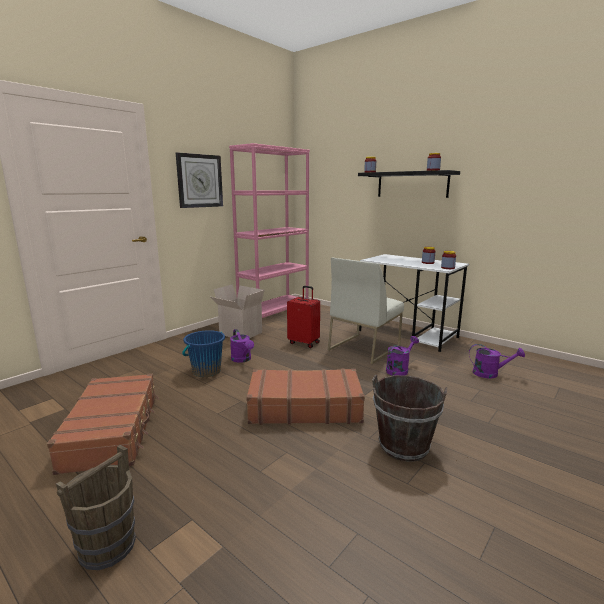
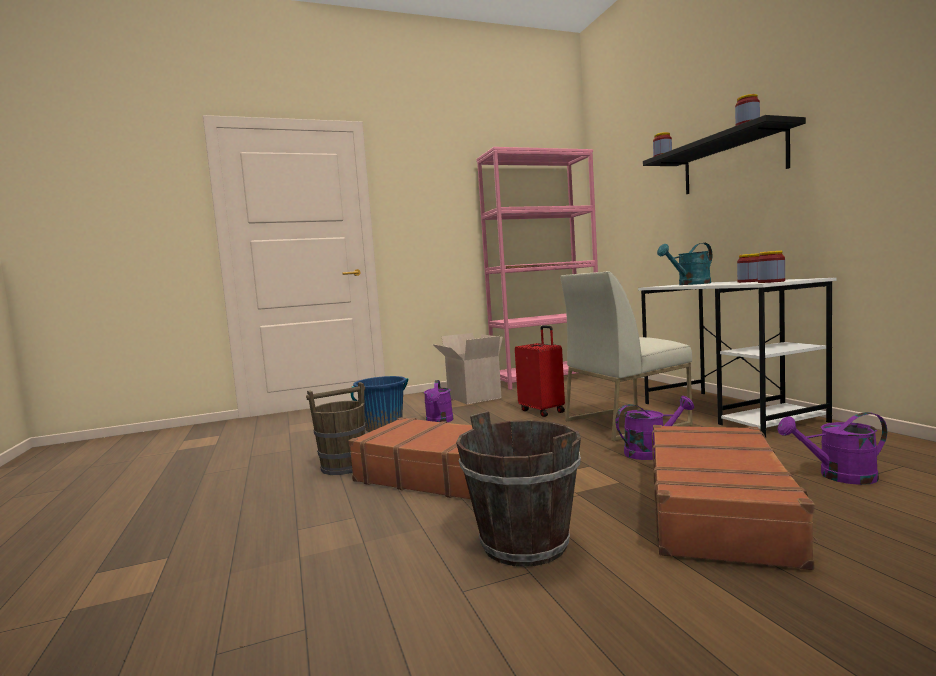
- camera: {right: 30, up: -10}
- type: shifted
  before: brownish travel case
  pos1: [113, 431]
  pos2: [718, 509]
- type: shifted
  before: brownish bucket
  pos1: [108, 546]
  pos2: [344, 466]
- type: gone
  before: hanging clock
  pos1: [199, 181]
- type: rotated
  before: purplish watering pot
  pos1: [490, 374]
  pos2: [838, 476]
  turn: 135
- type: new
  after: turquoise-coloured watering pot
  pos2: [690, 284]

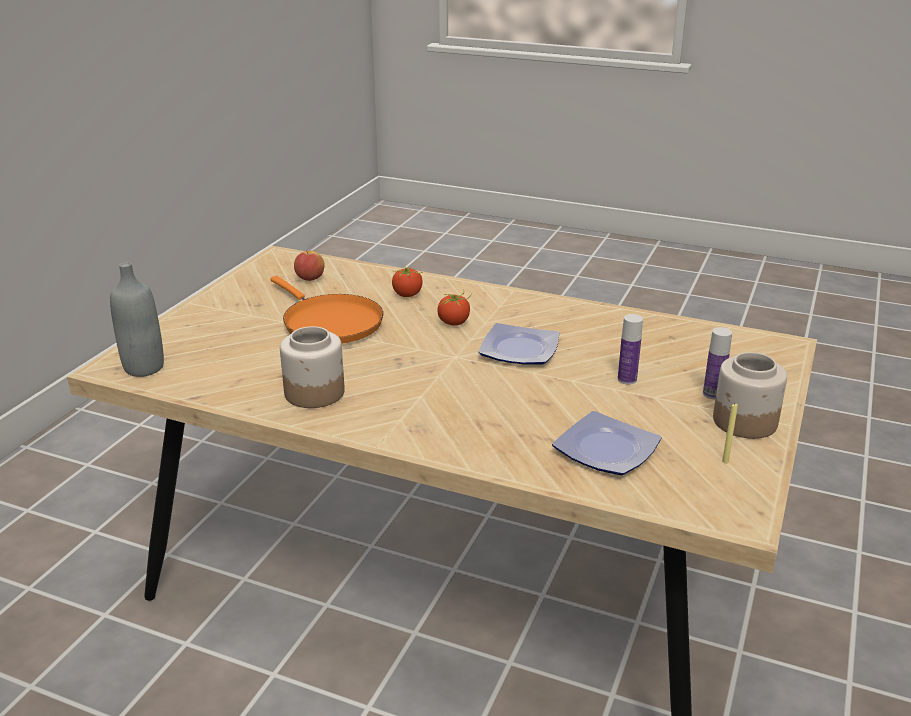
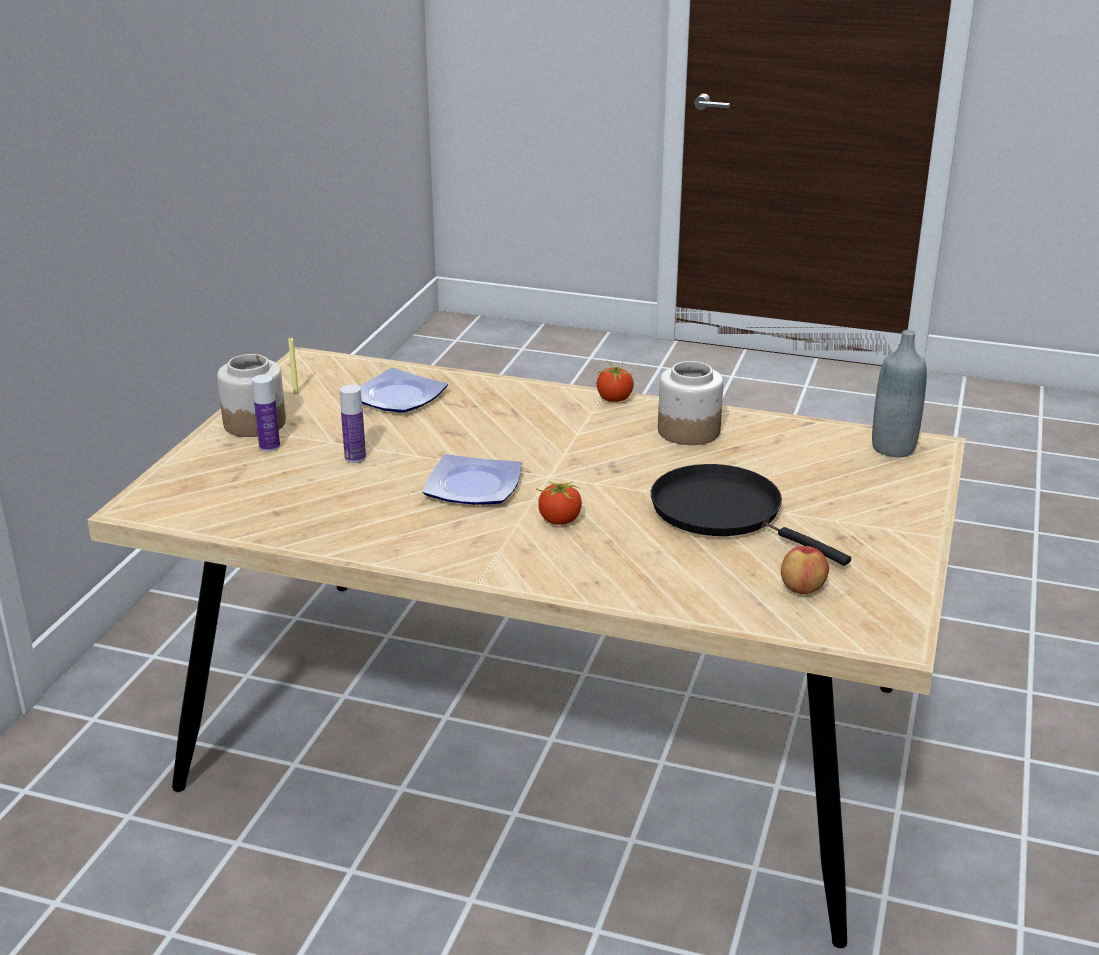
- camera: {right: 175, up: 0}
- type: repainted
  before: orange-coloured frying pan
  after: black frying pan
  pos1: [329, 323]
  pos2: [724, 512]
- type: shifted
  before: fresh tomato
  pos1: [407, 295]
  pos2: [614, 399]

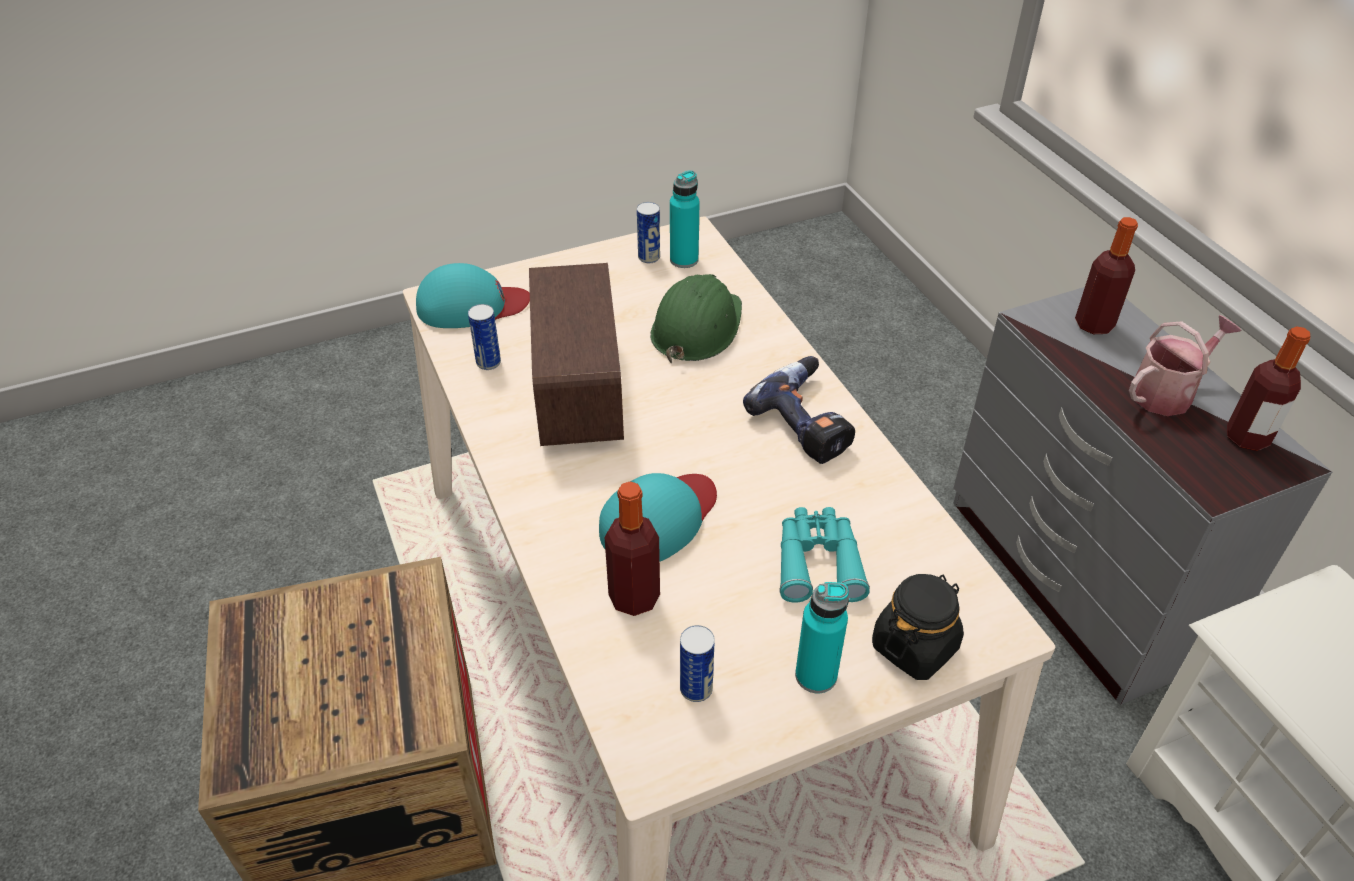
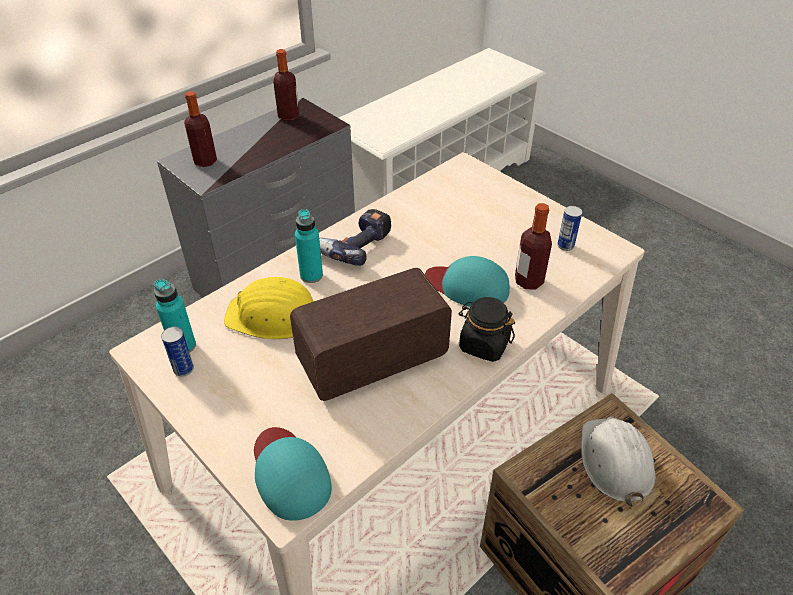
- camera: {right: -110, up: 0}
- type: gone
  before: can
  pos1: [488, 363]
- type: repainted
  before: green-coloured work helmet
  after: yellow work helmet
  pos1: [696, 327]
  pos2: [273, 316]
- type: gone
  before: turquoise-coloured field glasses
  pos1: [818, 561]
- type: shifted
  before: turquoise-coloured drink bottle
  pos1: [816, 675]
  pos2: [311, 275]
- type: shifted
  before: black storage jar
  pos1: [914, 646]
  pos2: [483, 344]
- type: gone
  before: watering pot
  pos1: [1167, 392]
- type: new
  after: white work helmet
  pos2: [615, 461]

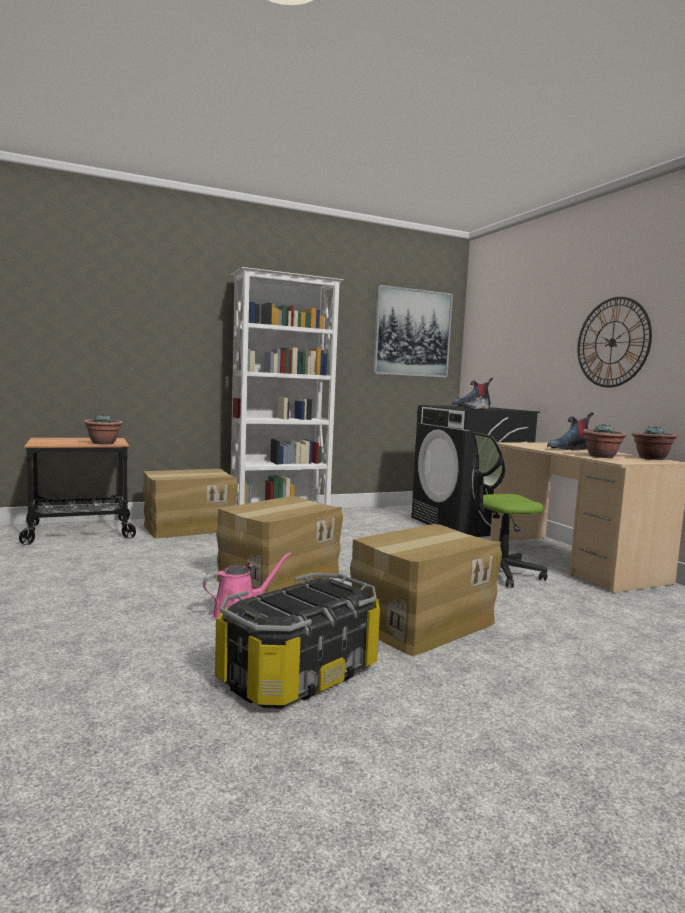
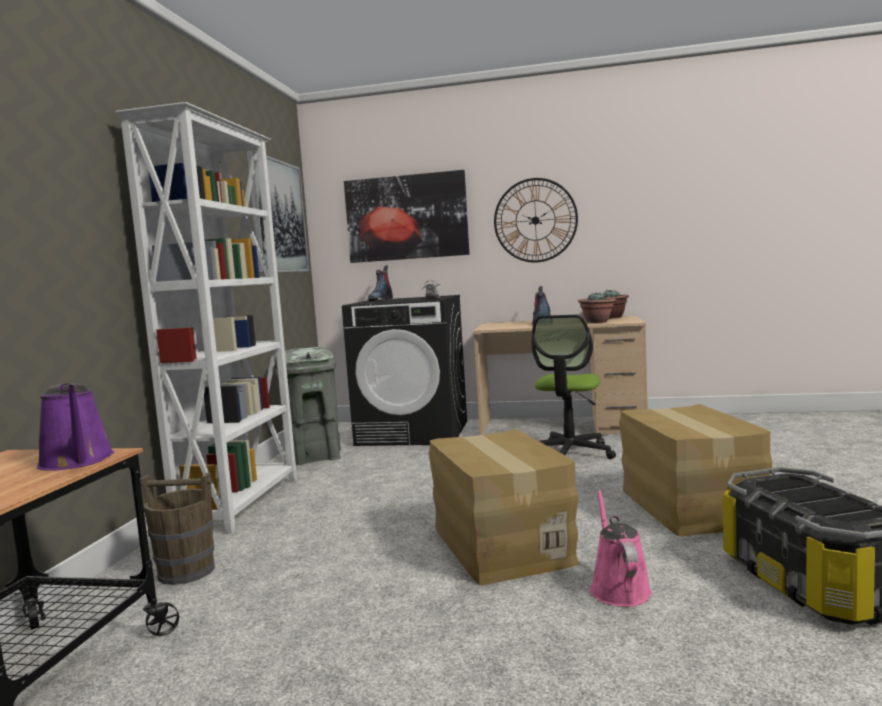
- camera: {right: -55, up: 0}
- type: swapped
  before: potted plant
  after: purplish watering pot
  pos1: [103, 443]
  pos2: [77, 461]
- type: swapped
  before: carton
  after: brownish bucket
  pos1: [189, 527]
  pos2: [186, 571]
- type: new
  after: greyish waste bin
  pos2: [315, 457]
- type: new
  after: wall art
  pos2: [406, 217]

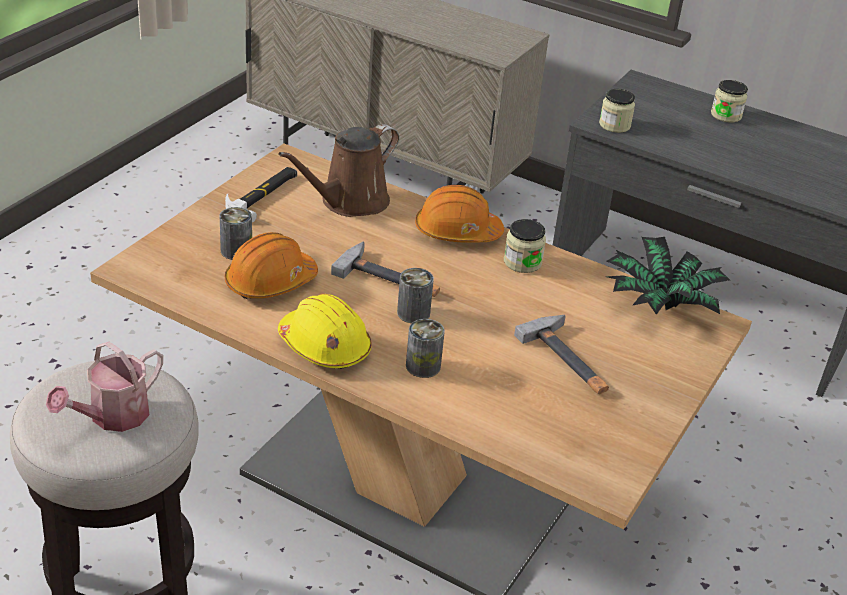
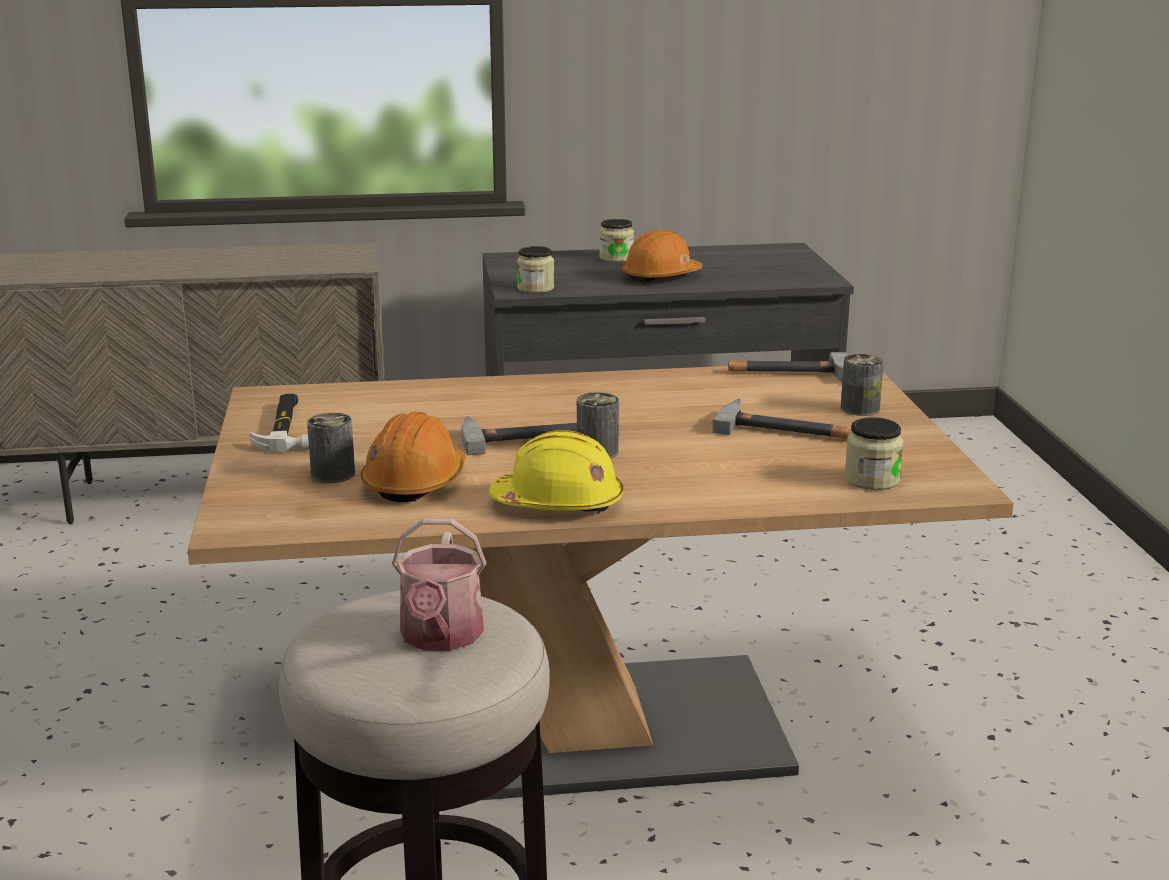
- camera: {right: -35, up: -15}
- type: gone
  before: brownish watering pot
  pos1: [349, 202]
- type: shifted
  before: can
  pos1: [423, 366]
  pos2: [860, 408]
- type: shifted
  before: orange-coloured work helmet
  pos1: [457, 232]
  pos2: [661, 277]
- type: shifted
  before: storage jar
  pos1: [522, 262]
  pos2: [872, 480]
- type: swapped
  before: potted plant
  after: hand hammer
  pos1: [660, 304]
  pos2: [789, 373]

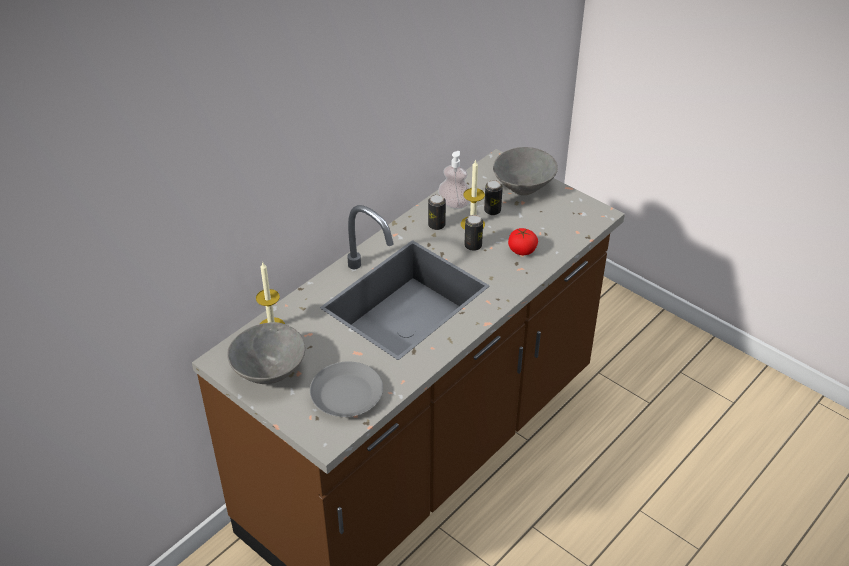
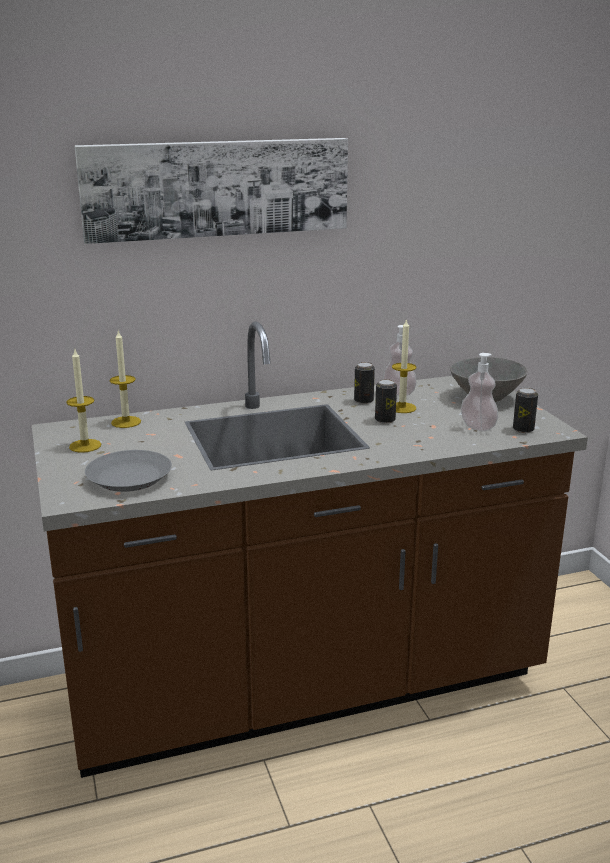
- camera: {right: 30, up: -20}
- type: swapped
  before: greyish deep dish
  after: wax light
  pos1: [270, 371]
  pos2: [85, 446]
- type: shifted
  before: can
  pos1: [492, 210]
  pos2: [523, 429]
- type: gone
  before: fresh tomato
  pos1: [522, 250]
- type: new
  after: wall art
  pos2: [216, 188]
- type: new
  after: soap dispenser
  pos2: [478, 427]

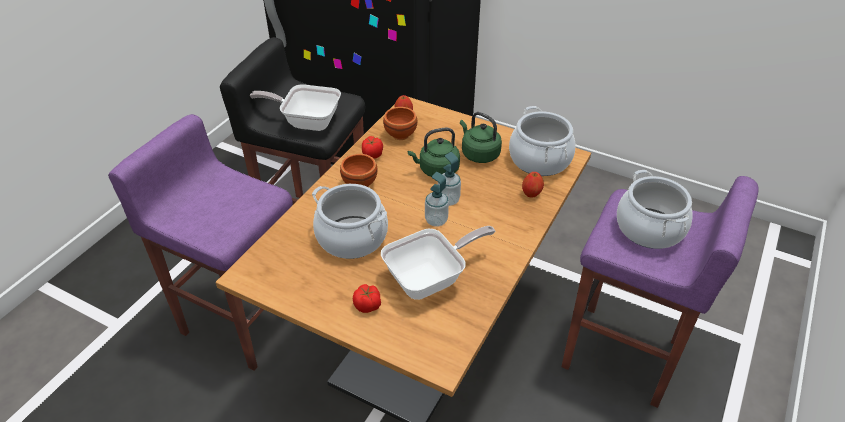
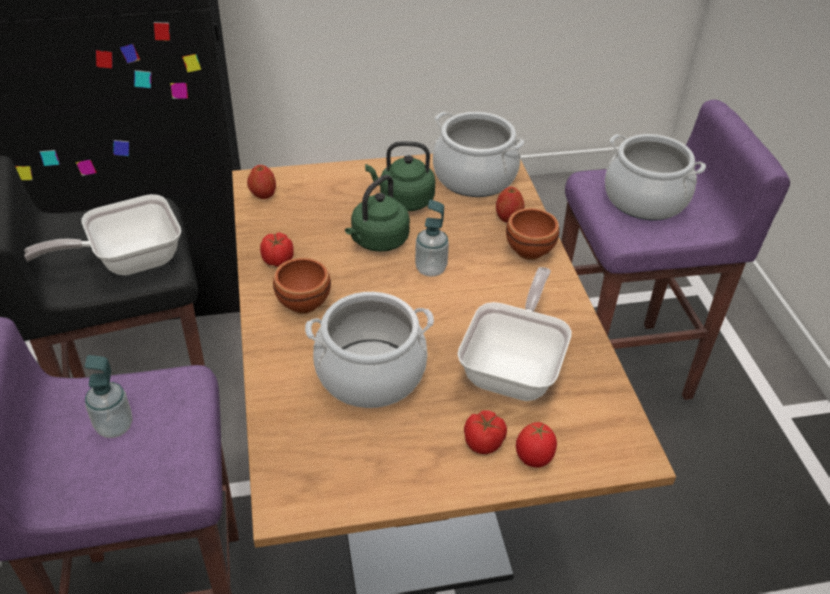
- camera: {right: -40, up: 0}
- type: shifted
  before: brownish deep dish
  pos1: [400, 134]
  pos2: [528, 250]
- type: shifted
  before: soap dispenser
  pos1: [436, 220]
  pos2: [114, 426]
- type: new
  after: fresh tomato
  pos2: [534, 459]

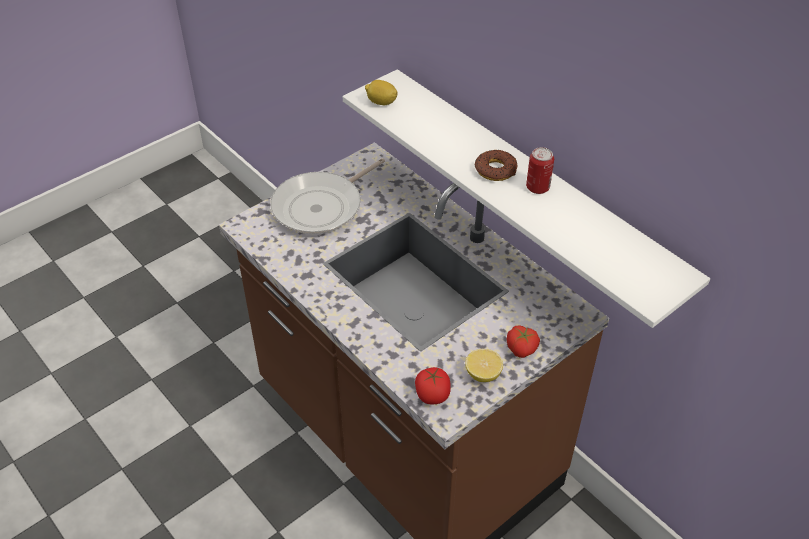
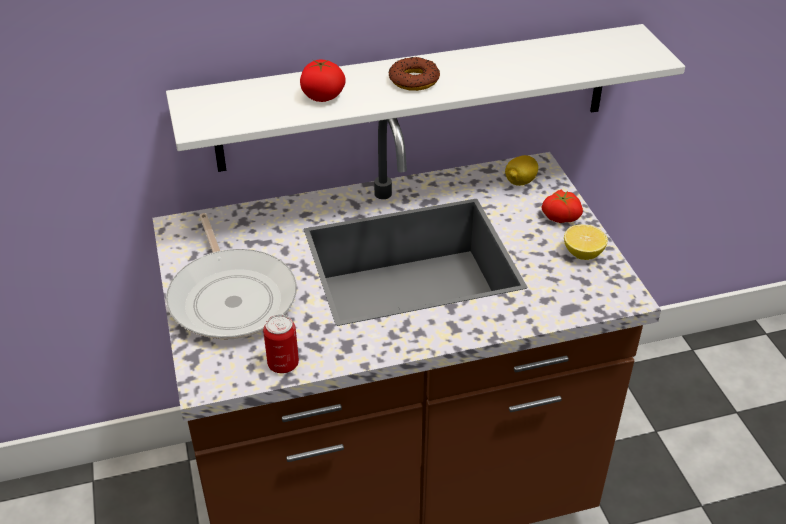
- camera: {right: -65, up: -5}
- type: shifted
  before: citrus fruit
  pos1: [381, 102]
  pos2: [520, 182]
- type: shifted
  before: fresh tomato
  pos1: [432, 395]
  pos2: [323, 97]
- type: shifted
  before: can
  pos1: [537, 187]
  pos2: [283, 364]

